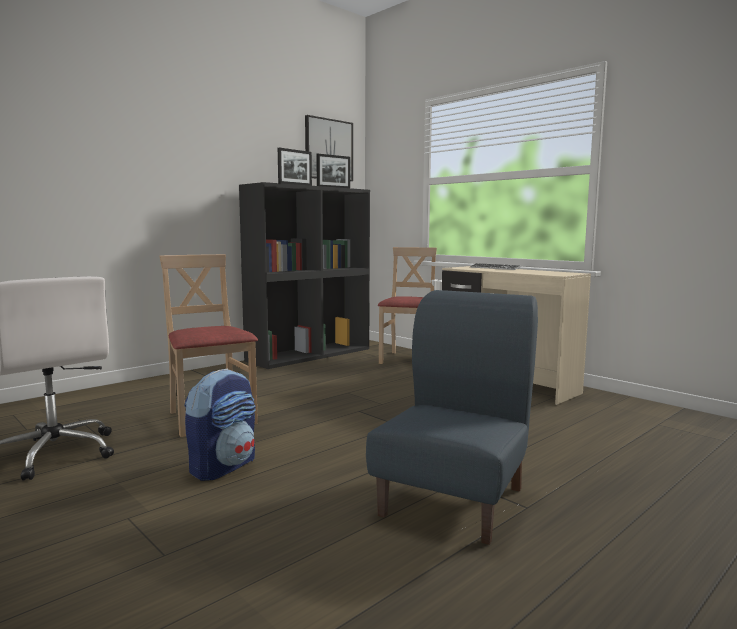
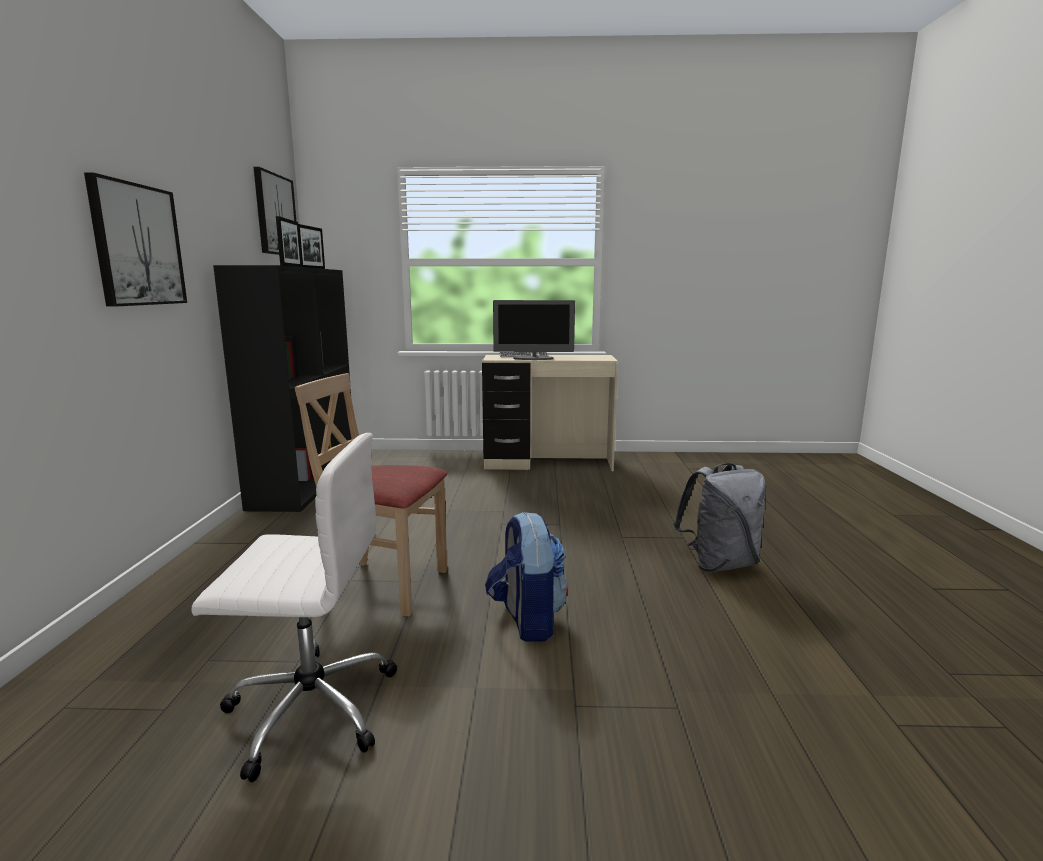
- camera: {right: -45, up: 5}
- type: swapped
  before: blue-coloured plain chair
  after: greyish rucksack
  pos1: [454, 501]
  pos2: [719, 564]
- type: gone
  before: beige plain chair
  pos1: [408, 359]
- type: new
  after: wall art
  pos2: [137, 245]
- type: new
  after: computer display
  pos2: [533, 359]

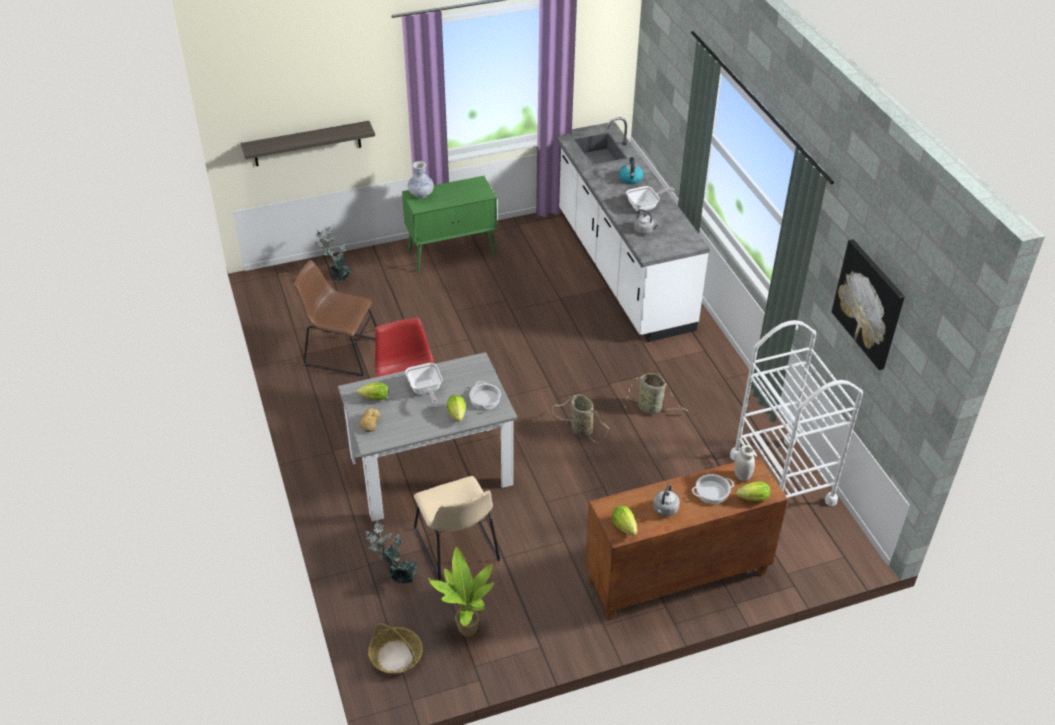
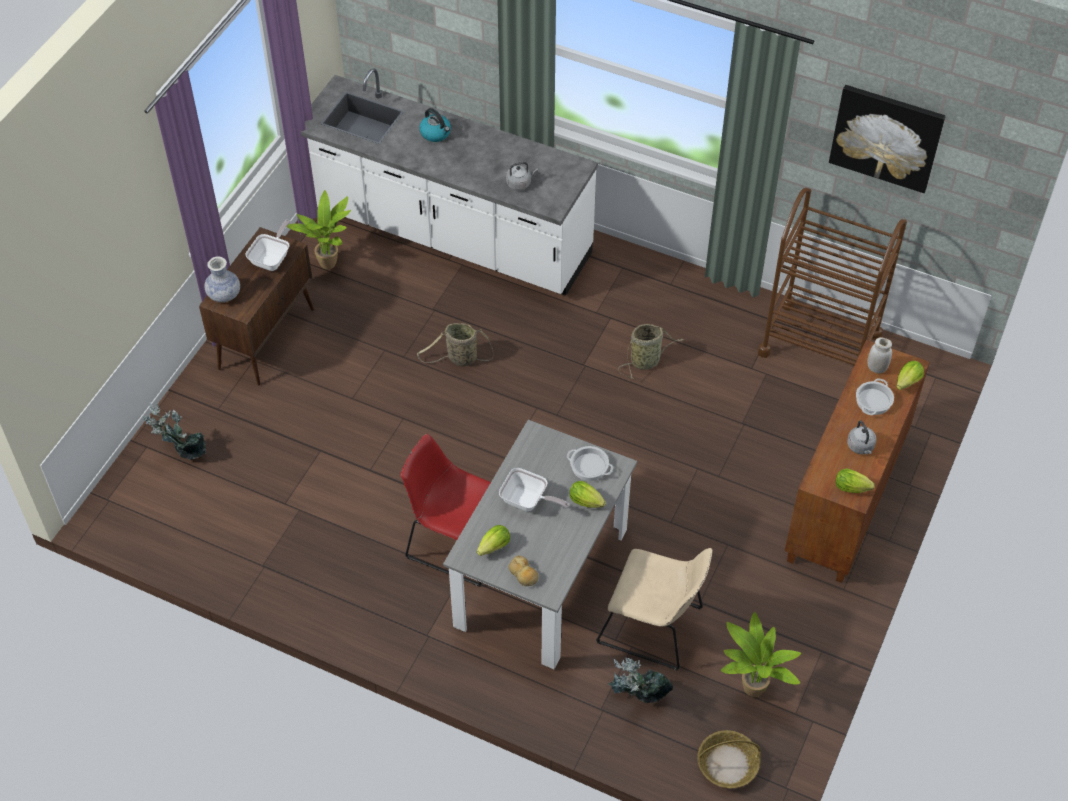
- camera: {right: -45, up: 10}
- type: gone
  before: bracket shelf
  pos1: [307, 143]
- type: gone
  before: brownish plain chair
  pos1: [340, 352]
- type: repainted
  before: green-coloured storage cabinet
  after: brownish storage cabinet
  pos1: [452, 254]
  pos2: [267, 338]
- type: shifted
  before: basket
  pos1: [579, 429]
  pos2: [460, 358]
- type: shifted
  before: frying pan
  pos1: [645, 206]
  pos2: [272, 259]
- type: repainted
  before: white trolley
  after: brownish trolley
  pos1: [782, 479]
  pos2: [819, 344]
- type: new
  after: potted plant
  pos2: [330, 266]

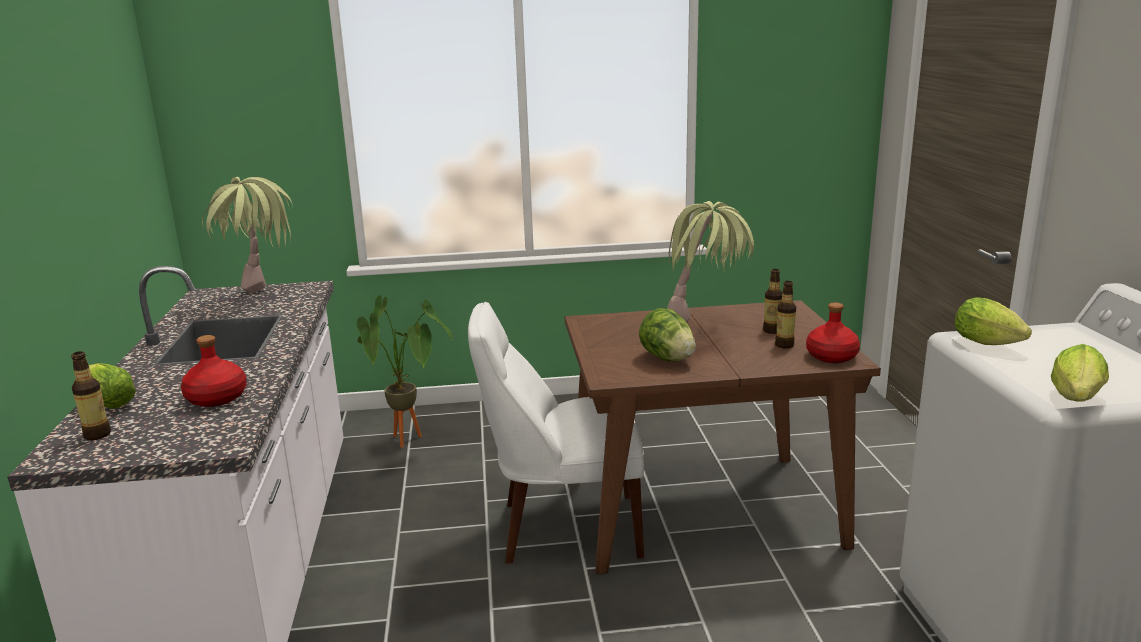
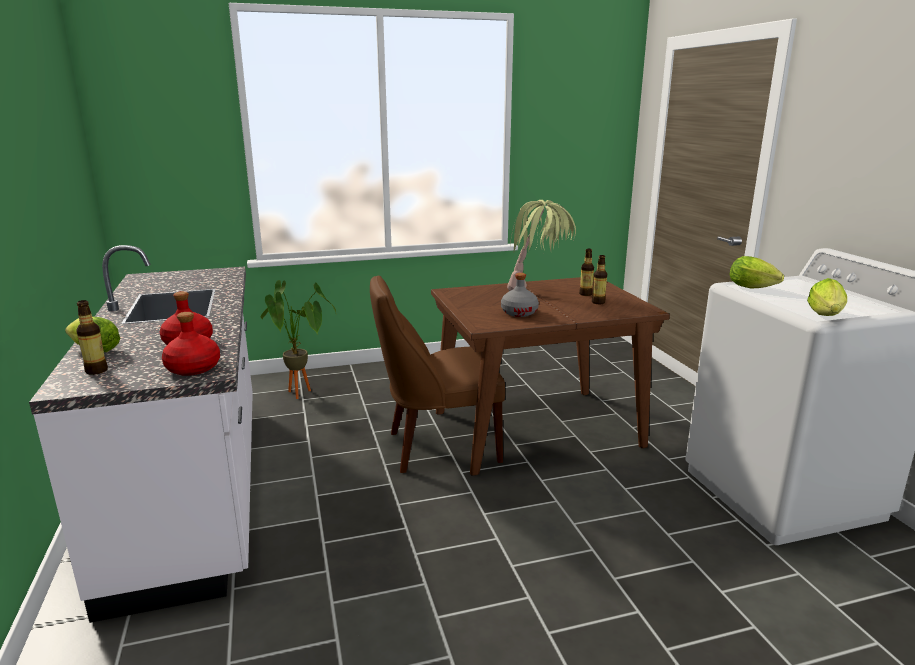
- camera: {right: -10, up: 0}
- type: gone
  before: potted plant
  pos1: [261, 298]
- type: repainted
  before: white plain chair
  after: brownish plain chair
  pos1: [563, 528]
  pos2: [437, 447]
- type: swapped
  before: lettuce head
  after: greyish drink bottle
  pos1: [667, 358]
  pos2: [519, 312]
- type: shifted
  before: red-coloured drink bottle
  pos1: [831, 356]
  pos2: [192, 368]

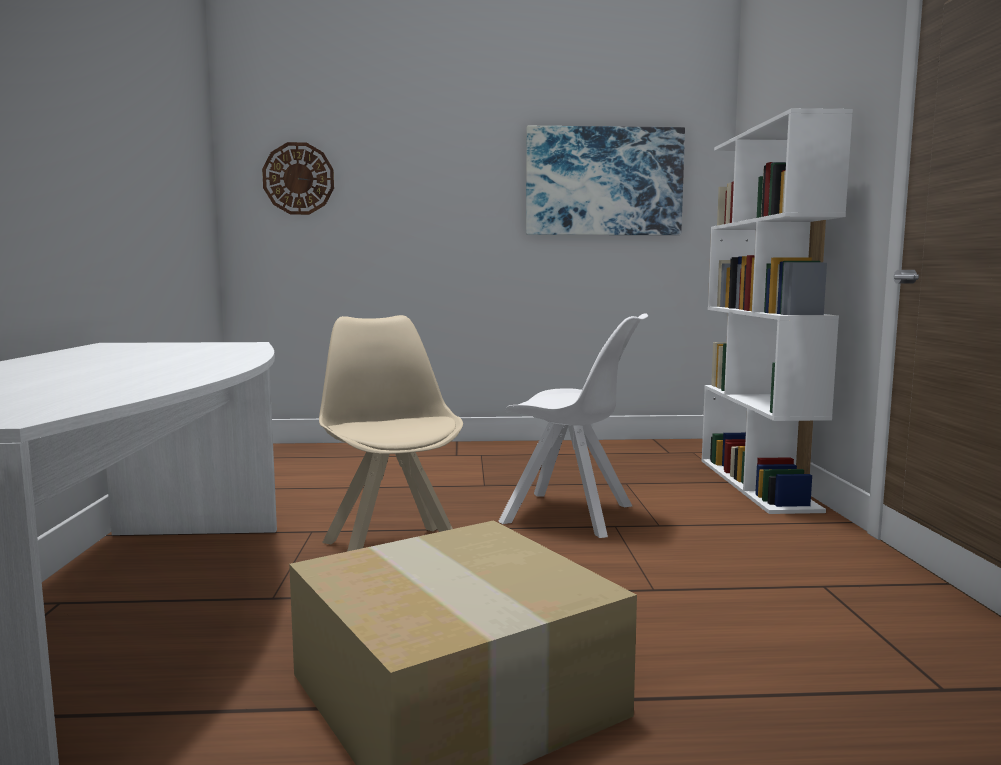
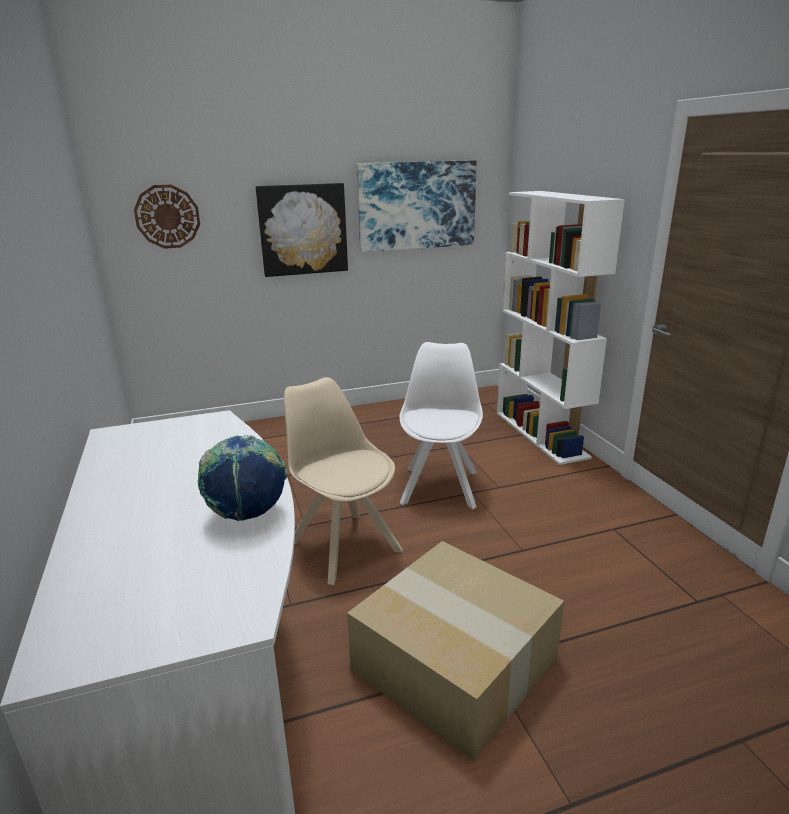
- camera: {right: -15, up: 15}
- type: rotated
  before: white plain chair
  pos1: [571, 515]
  pos2: [440, 486]
  turn: -90
- type: new
  after: desk globe
  pos2: [247, 515]
- type: new
  after: wall art
  pos2: [303, 229]

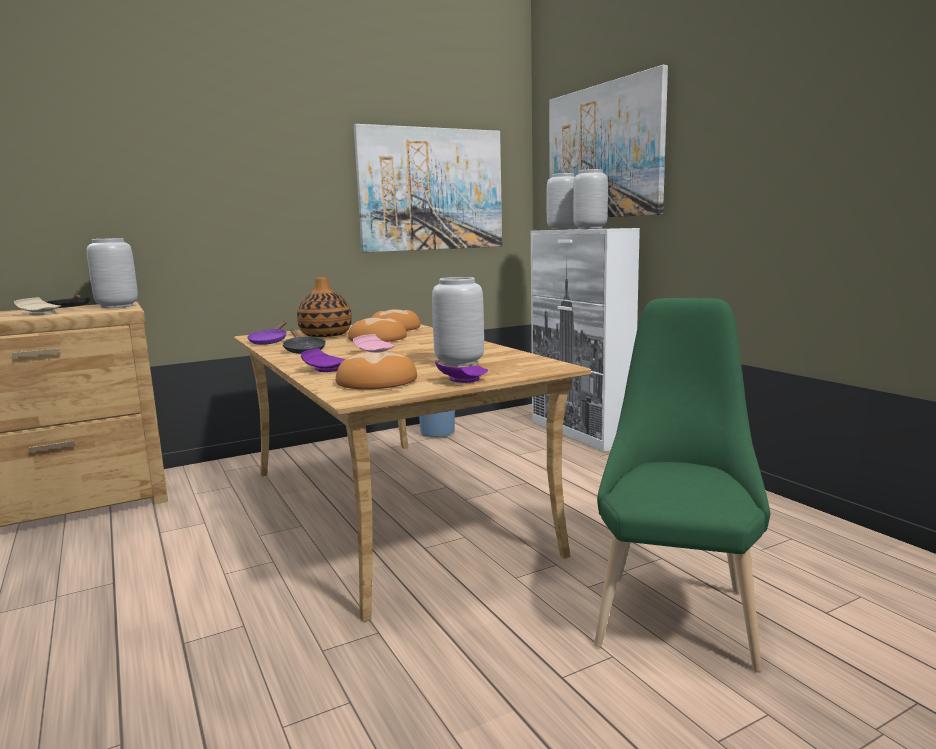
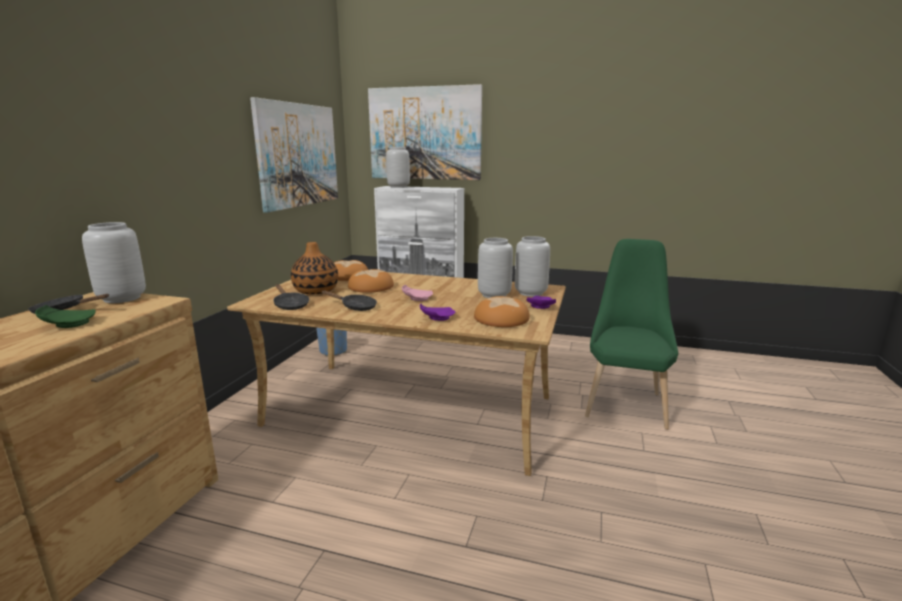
- camera: {right: -45, up: 5}
- type: repainted
  before: beige plate
  after: green-coloured plate
  pos1: [40, 314]
  pos2: [68, 324]
- type: repainted
  before: purplish frying pan
  after: black frying pan
  pos1: [269, 341]
  pos2: [290, 305]
- type: shifted
  before: greyish decorative vase
  pos1: [589, 228]
  pos2: [530, 293]
- type: rotated
  before: green-coloured plain chair
  pos1: [675, 610]
  pos2: [625, 402]
  turn: 45

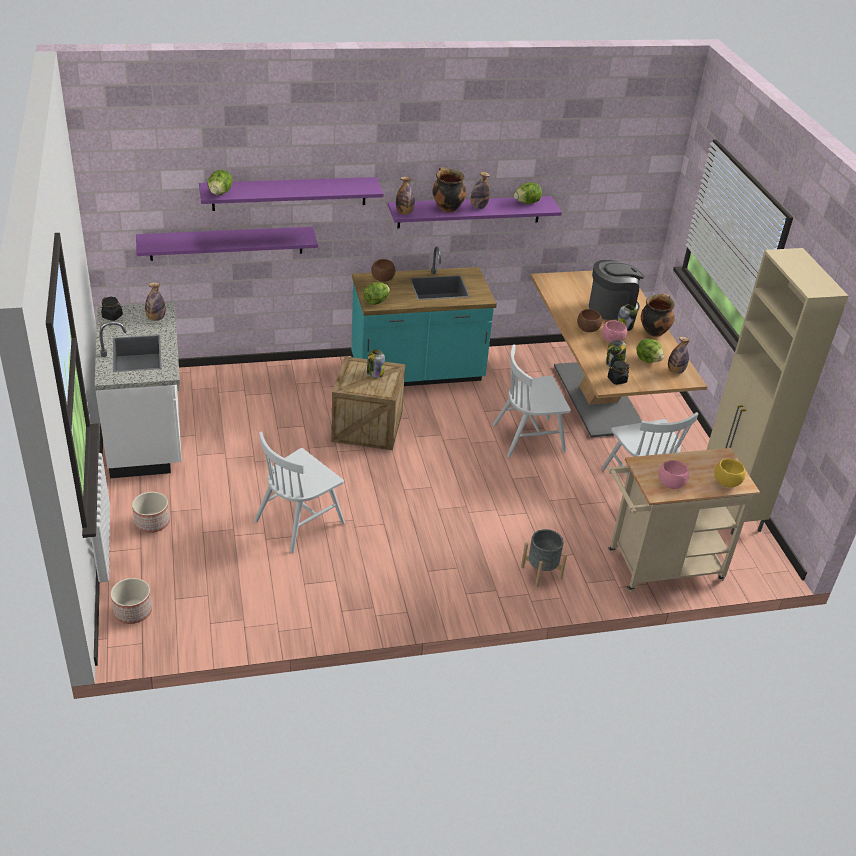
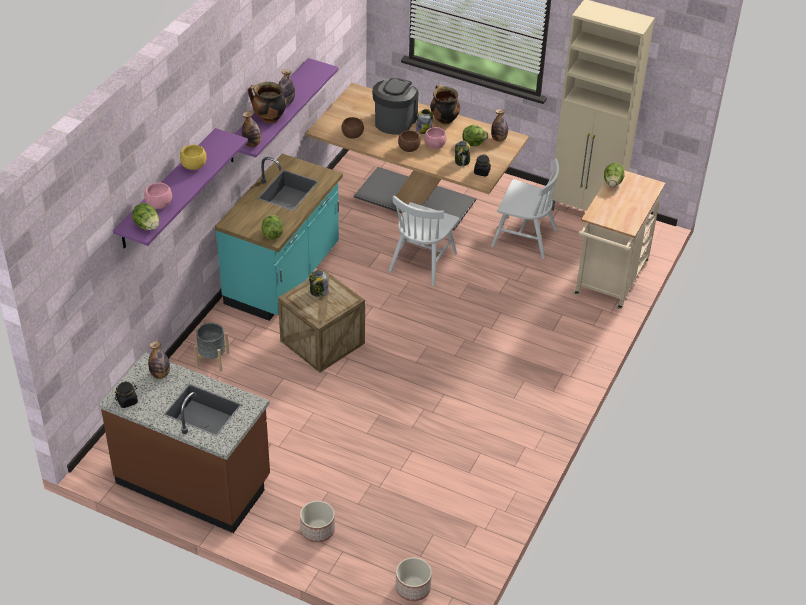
- camera: {right: -50, up: 5}
- type: repainted
  before: white kitchen counter
  after: brownish kitchen counter
  pos1: [147, 433]
  pos2: [194, 481]
- type: gone
  before: purplish bracket shelf
  pos1: [226, 243]
- type: gone
  before: white plain chair
  pos1: [299, 521]
- type: shifted
  before: brownish deep dish
  pos1: [382, 279]
  pos2: [352, 136]
- type: shifted
  before: lettuce head
  pos1: [527, 202]
  pos2: [612, 183]
- type: shifted
  before: greyish plant pot
  pos1: [541, 572]
  pos2: [212, 360]
- type: shifted
  before: pink-coloured deep dish
  pos1: [671, 484]
  pos2: [159, 205]
- type: shifted
  before: yellow deep dish
  pos1: [727, 483]
  pos2: [194, 166]

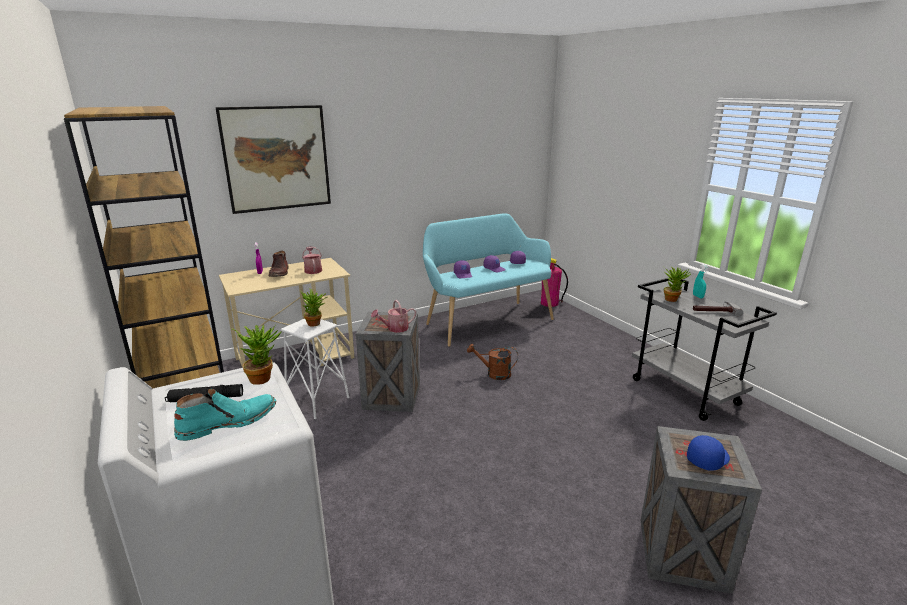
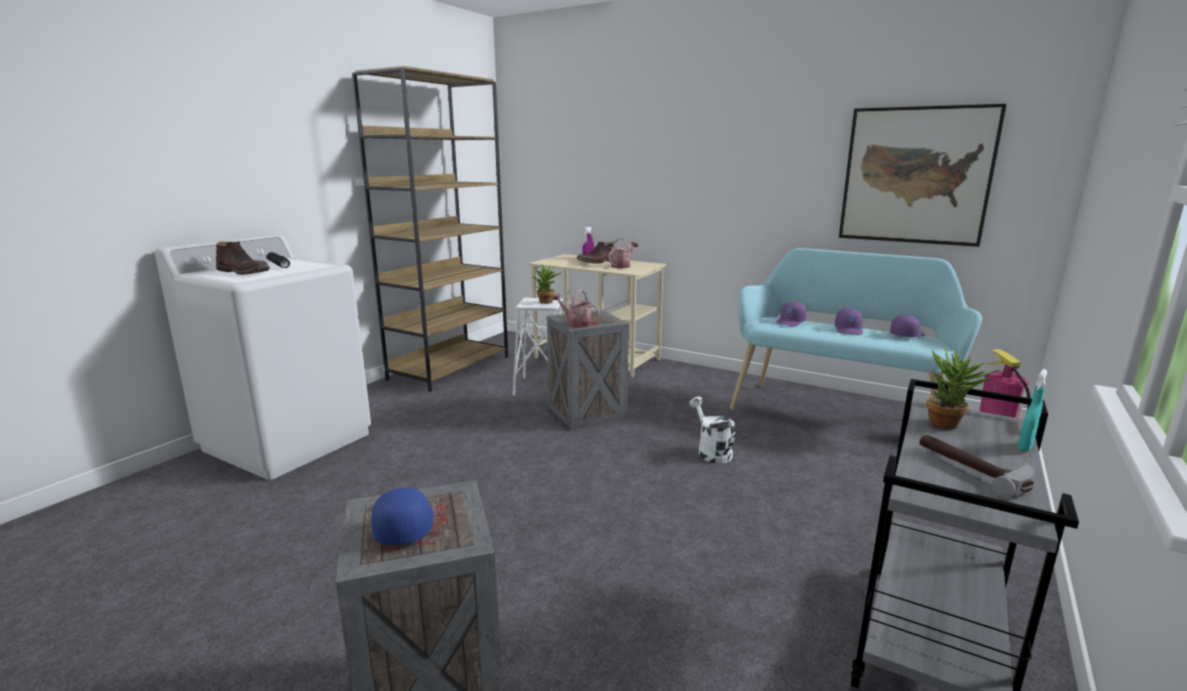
- camera: {right: 60, up: -5}
- type: repainted
  before: turquoise-coloured boot
  after: brownish boot
  pos1: [228, 422]
  pos2: [244, 272]
- type: shifted
  before: wall art
  pos1: [276, 158]
  pos2: [916, 176]
- type: gone
  before: potted plant
  pos1: [263, 377]
- type: repainted
  before: brownish watering pot
  after: white watering pot
  pos1: [494, 374]
  pos2: [711, 451]
- type: rotated
  before: blue-coloured peaked cap
  pos1: [707, 458]
  pos2: [404, 526]
  turn: -120

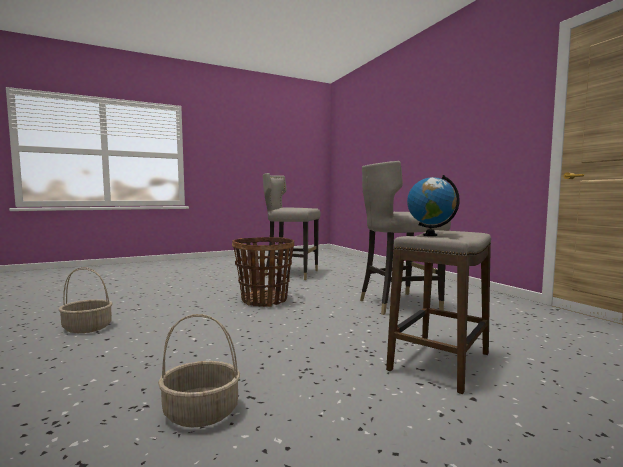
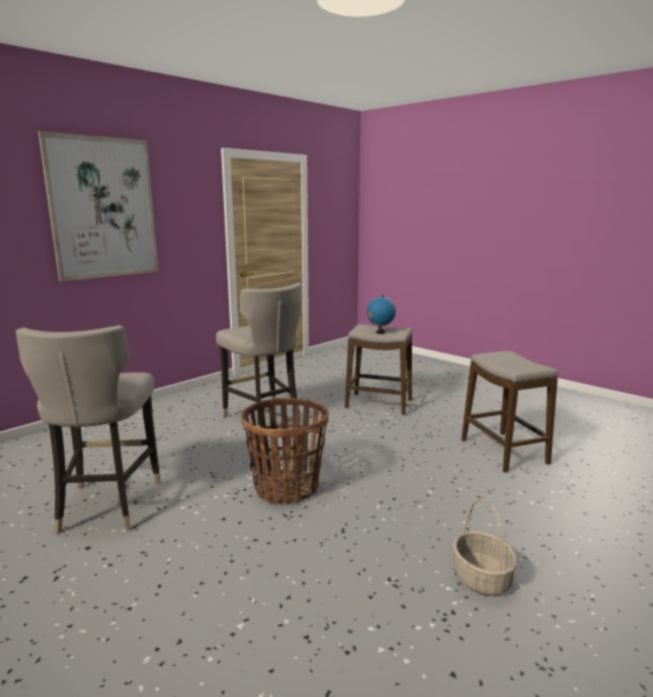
- camera: {right: -110, up: 10}
- type: swapped
  before: basket
  after: sitting stool
  pos1: [200, 413]
  pos2: [503, 451]
- type: new
  after: wall art
  pos2: [103, 208]

